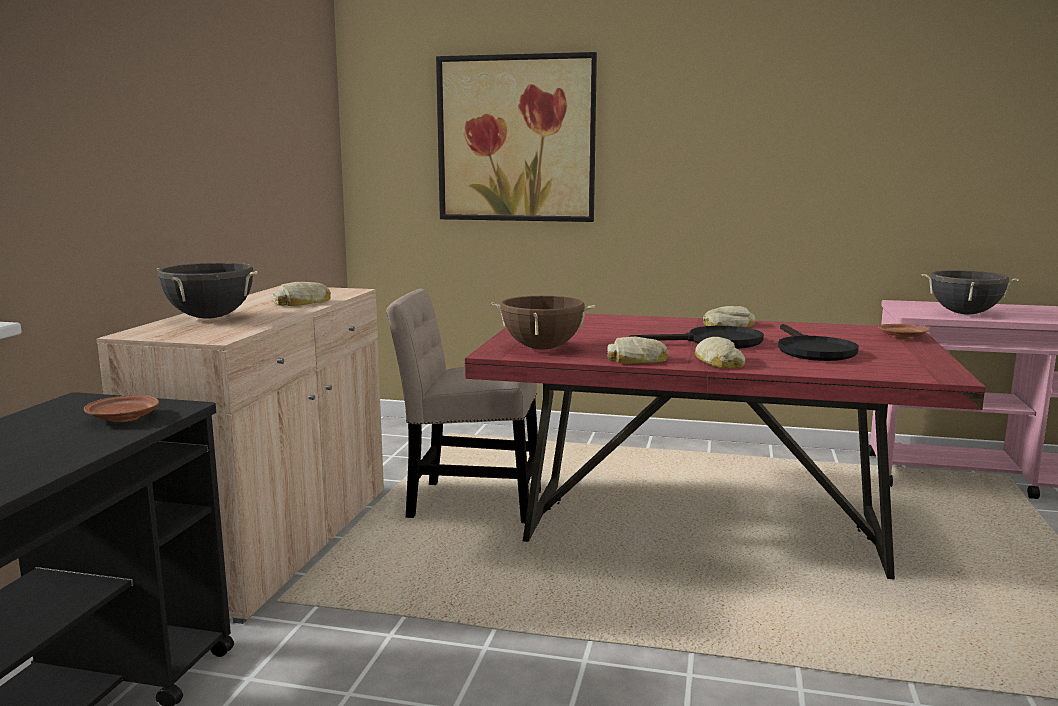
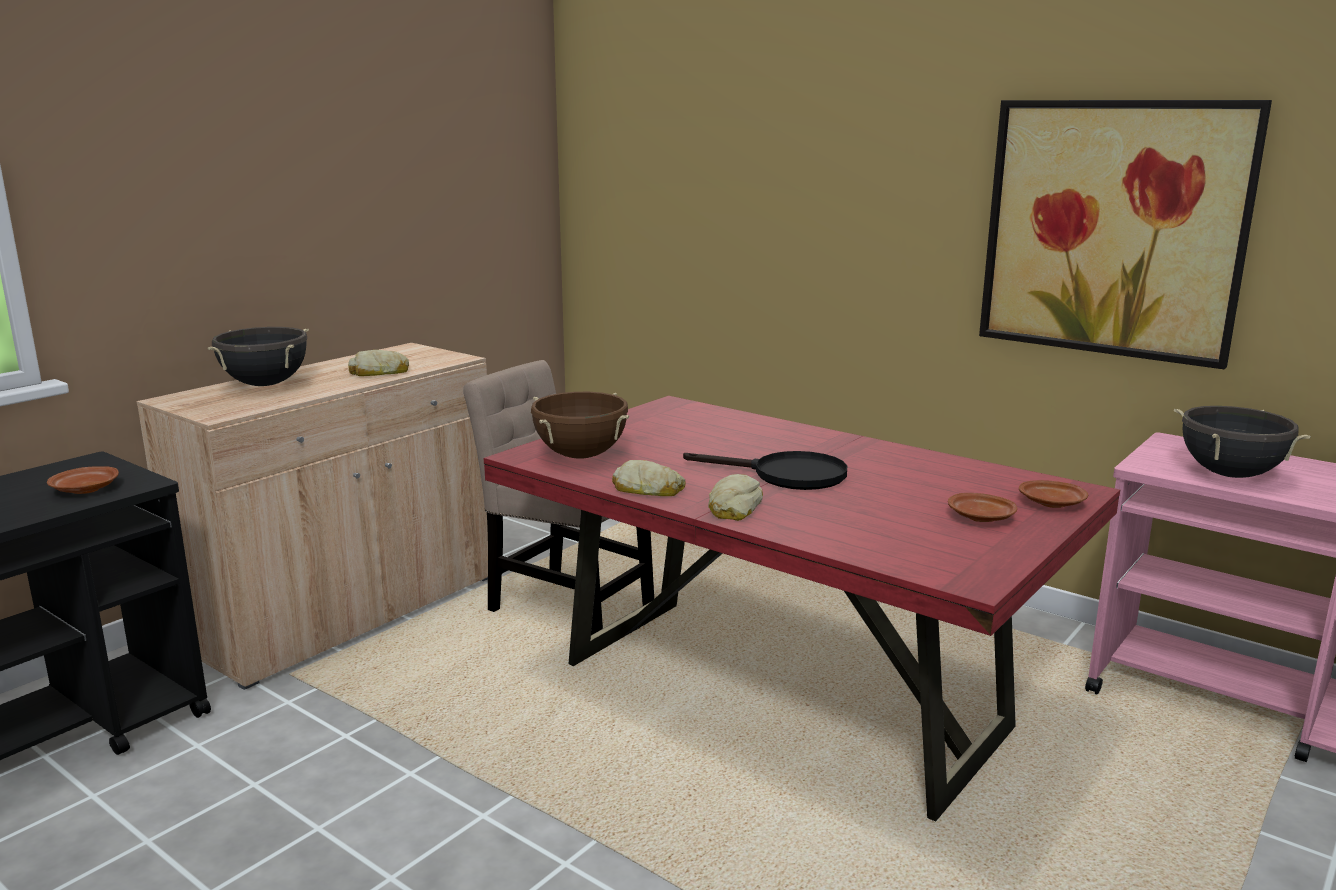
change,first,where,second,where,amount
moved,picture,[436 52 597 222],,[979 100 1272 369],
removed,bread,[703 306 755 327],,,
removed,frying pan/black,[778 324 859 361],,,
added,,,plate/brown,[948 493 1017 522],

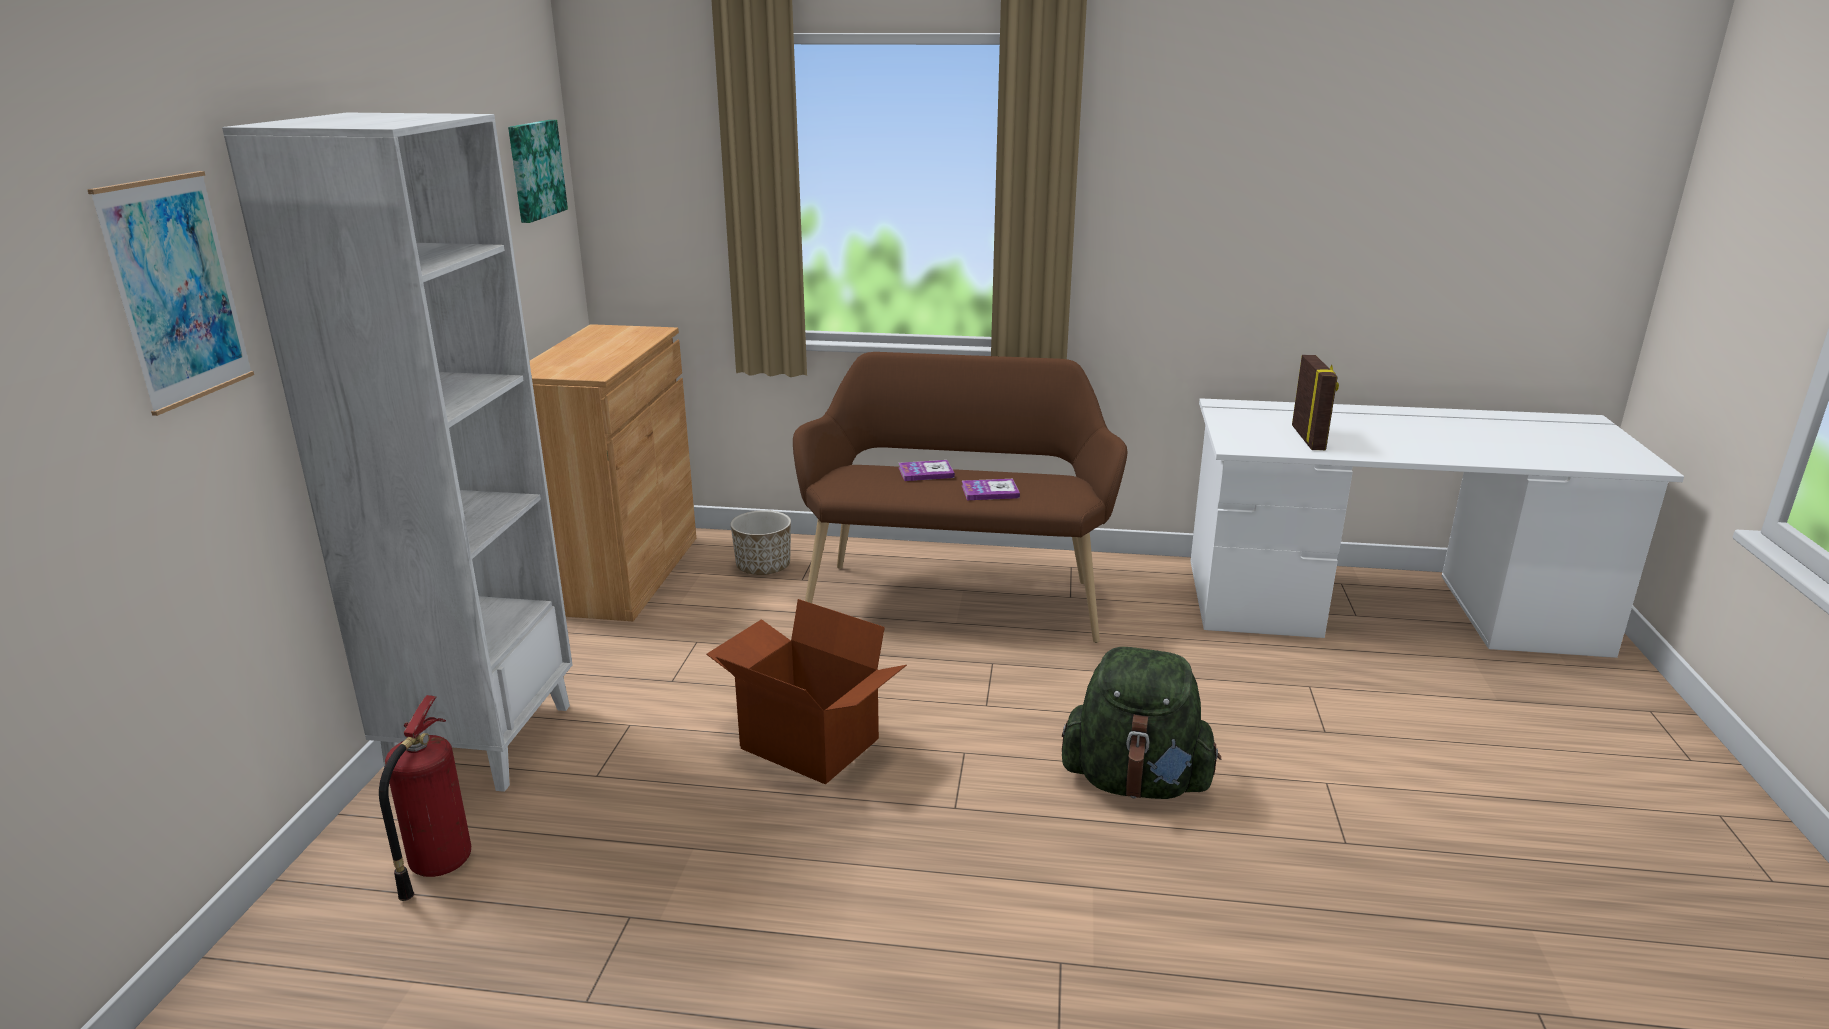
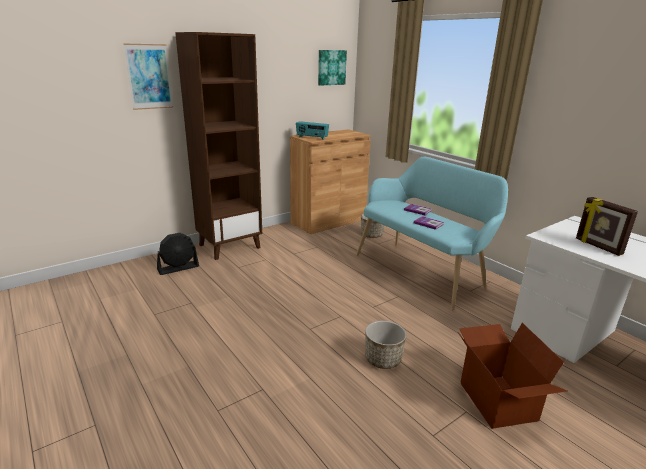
change,first,where,second,where,amount
recoloured,bookcase/white,[222 113 573 792],bookcase/brown,[175 32 262 260],
replaced,fire extinguisher,[379 695 471 901],fan/black,[157 233 199 275],
moved,cardboard box,[706 599 907 785],,[458 323 567 429],
recoloured,bench/brown,[793 352 1128 643],bench/turquoise,[356 156 508 310],
replaced,backpack/green,[1062 647 1221 799],planter,[365 321 406 369],
turned,picture frame,[1292 355 1339 450],,[576 197 638 256],105 degrees clockwise
added,,,radio,[296 121 329 140],

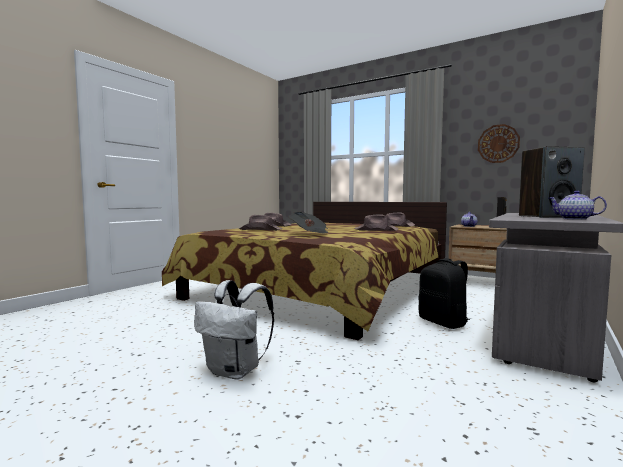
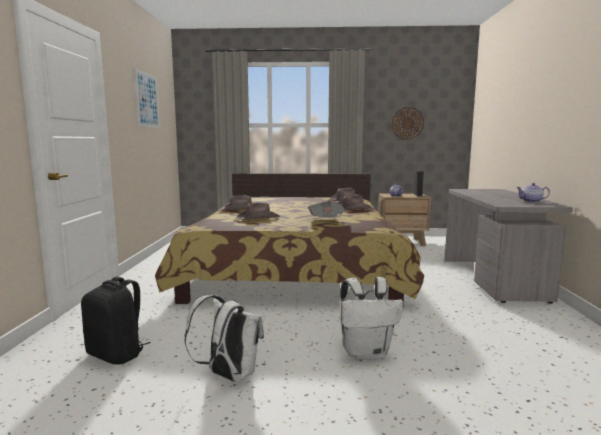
change,first,where,second,where,amount
moved,backpack/black,[418 258 470 329],,[81 277 151 365],
removed,speaker,[519 146 585 218],,,
added,,,picture,[134 69 160 128],
added,,,backpack/white,[184 295 264 382],

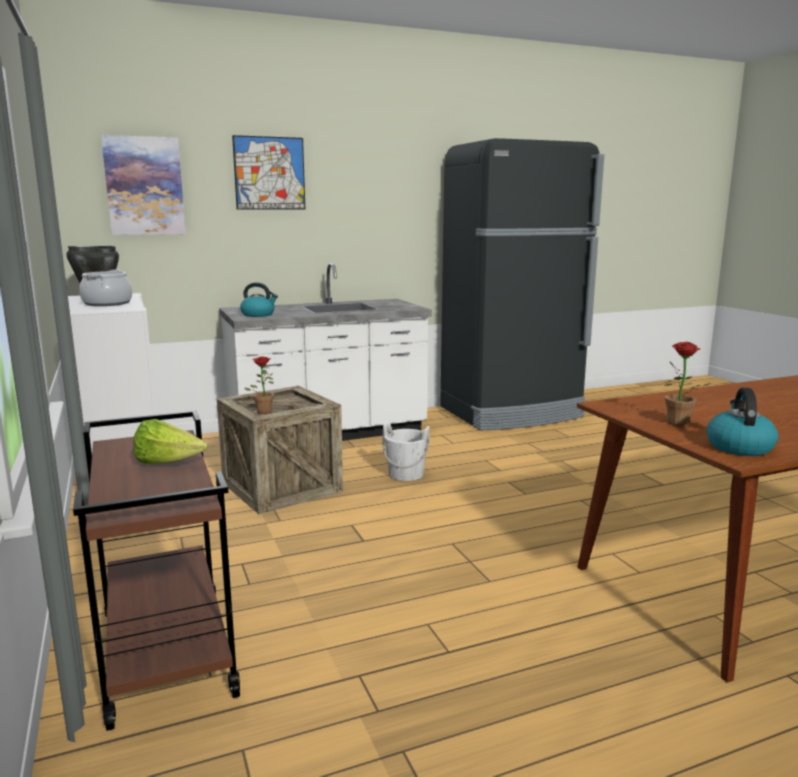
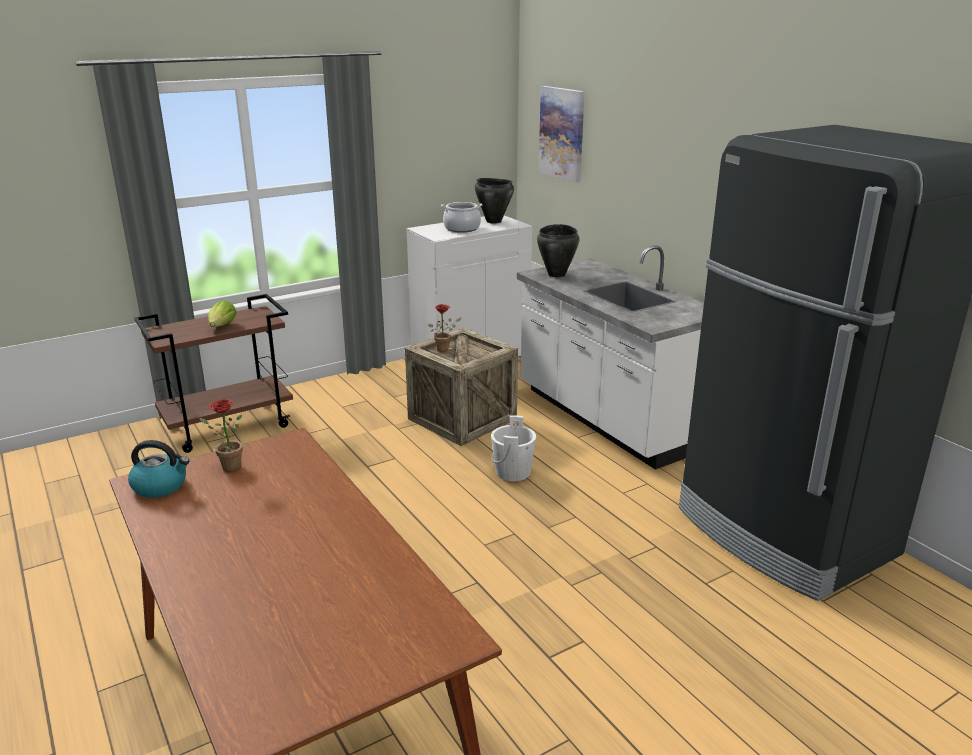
change,first,where,second,where,amount
removed,picture,[232 135 306 210],,,
replaced,kettle,[240 282 278 317],cooking pot/black,[537 224 580 277],

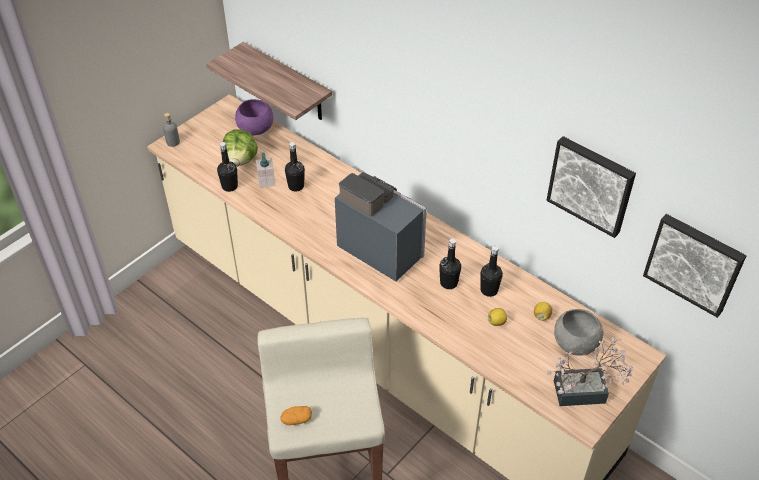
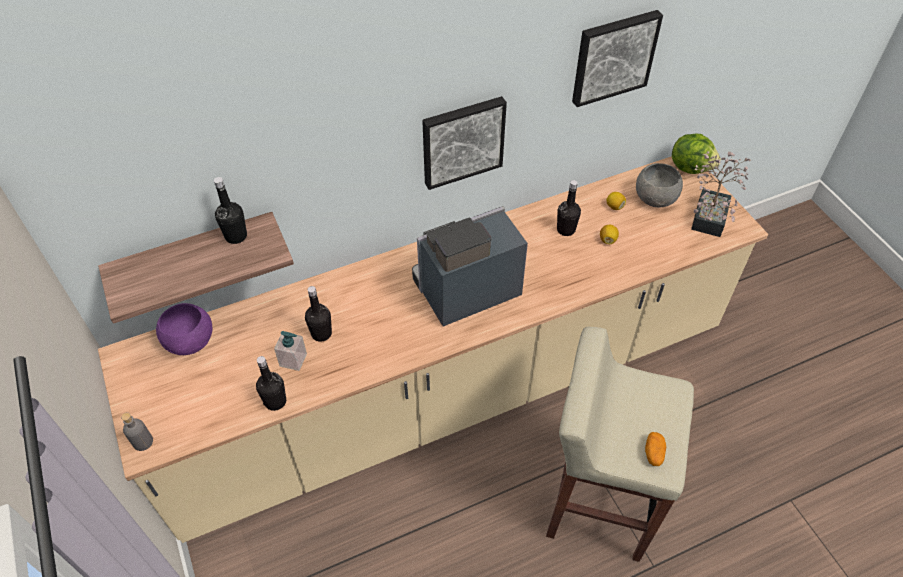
change,first,where,second,where,amount
moved,lettuce,[223 129 258 167],,[672 134 721 174],
moved,bottle/black,[439 238 461 289],,[214 177 247 244],
moved,picture,[643 214 746 318],,[422 96 507 190],

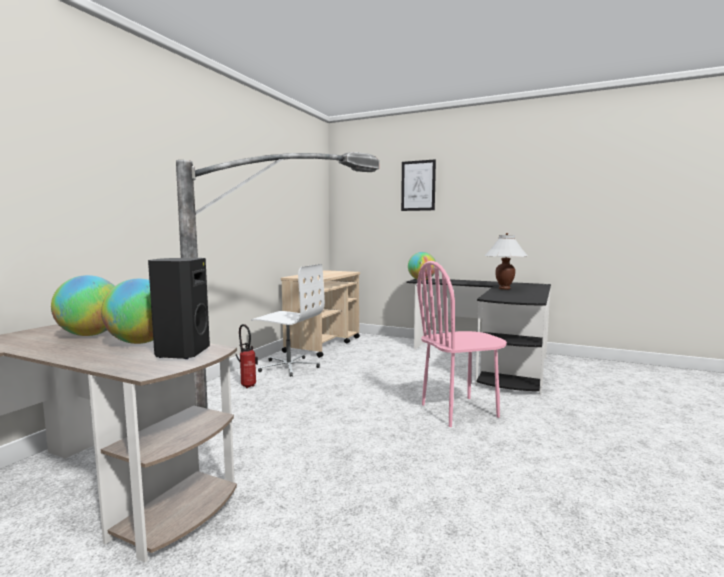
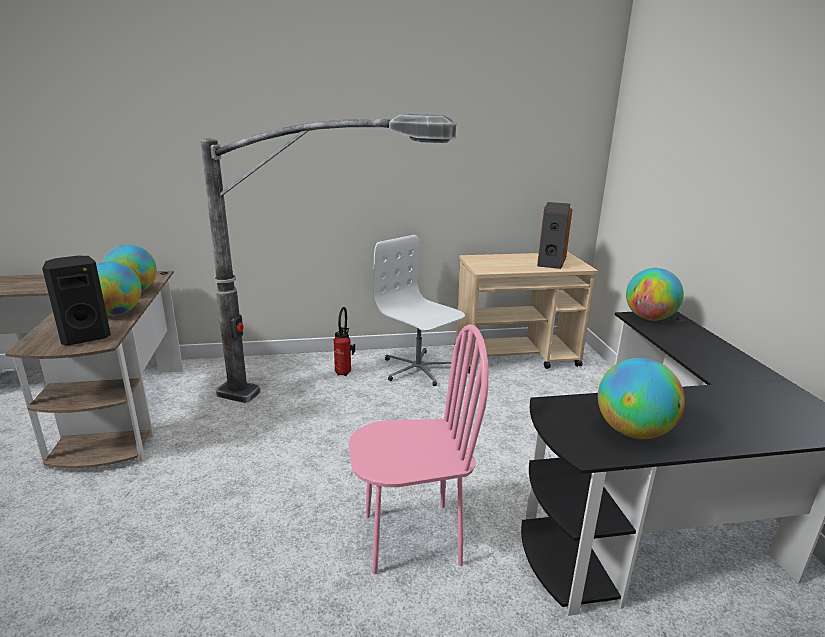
change,first,where,second,where,amount
turned,office chair/white,[251 264 325 377],,[373 235 465 386],150 degrees clockwise
removed,picture,[401 159 436 211],,,
turned,chair/pink,[417 261 507 427],,[349 324 489 574],135 degrees clockwise
removed,table lamp/white,[485 233 528 290],,,
added,,,speaker,[537 202 572 269],
added,,,globe,[598 358 685 439],

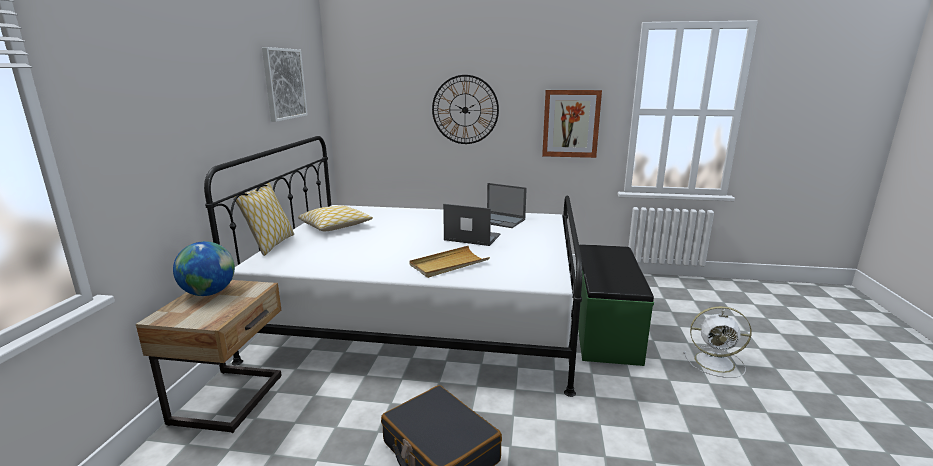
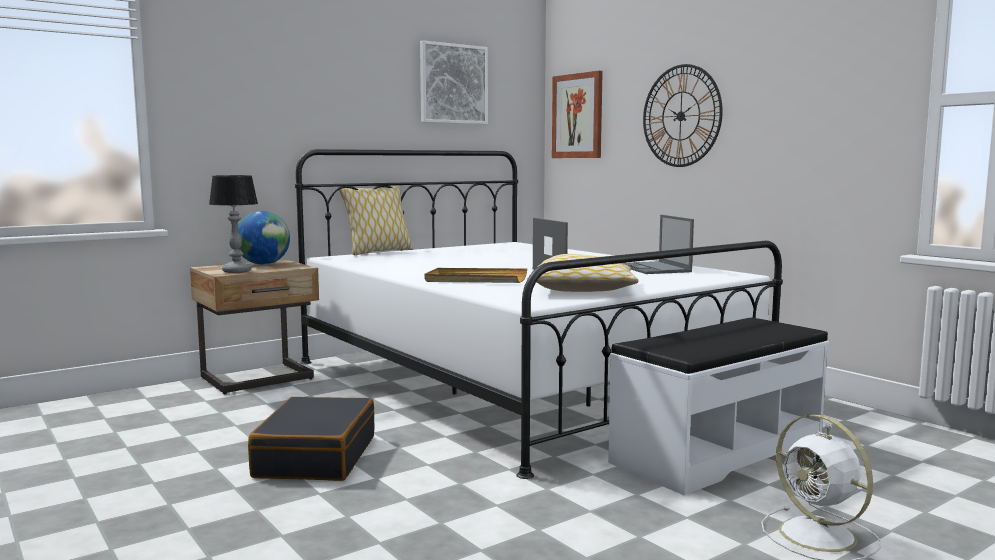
change,first,where,second,where,amount
moved,pillow,[298 206 373 231],,[537 254 639 292],
moved,picture,[542 90 602 158],,[552 71 603 158],
recoloured,bench/green,[578 245 654 366],bench/white,[608 318 829 496],
added,,,table lamp,[209 175 258 273],

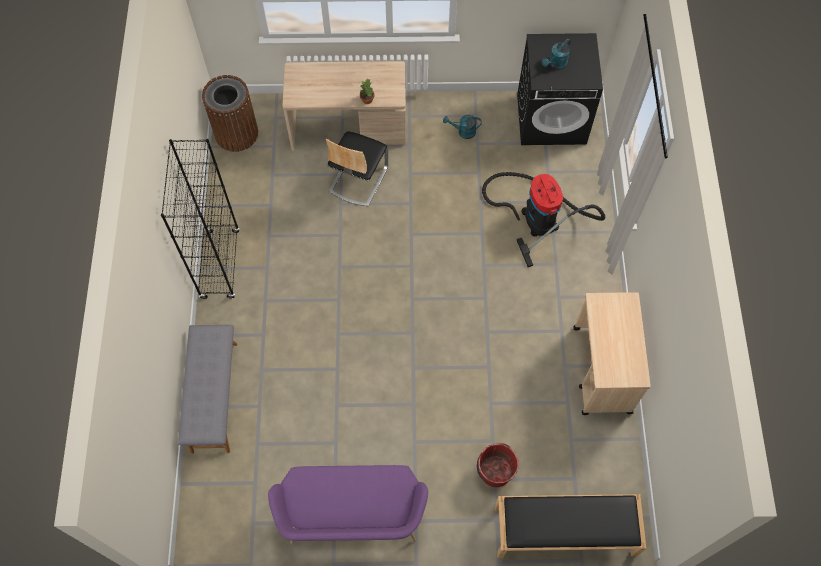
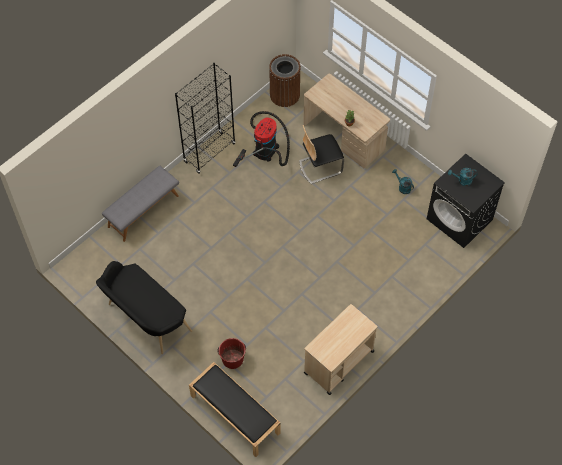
change,first,where,second,where,amount
recoloured,bench/purple,[268 465 428 544],bench/black,[96 261 192 354],
moved,vacuum cleaner,[482 172 605 267],,[233 111 290 167],

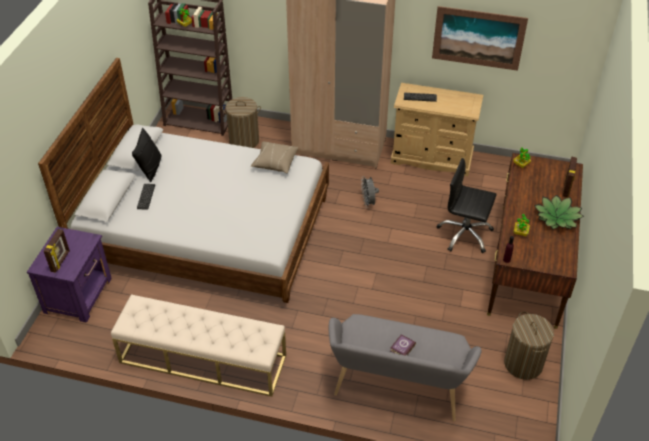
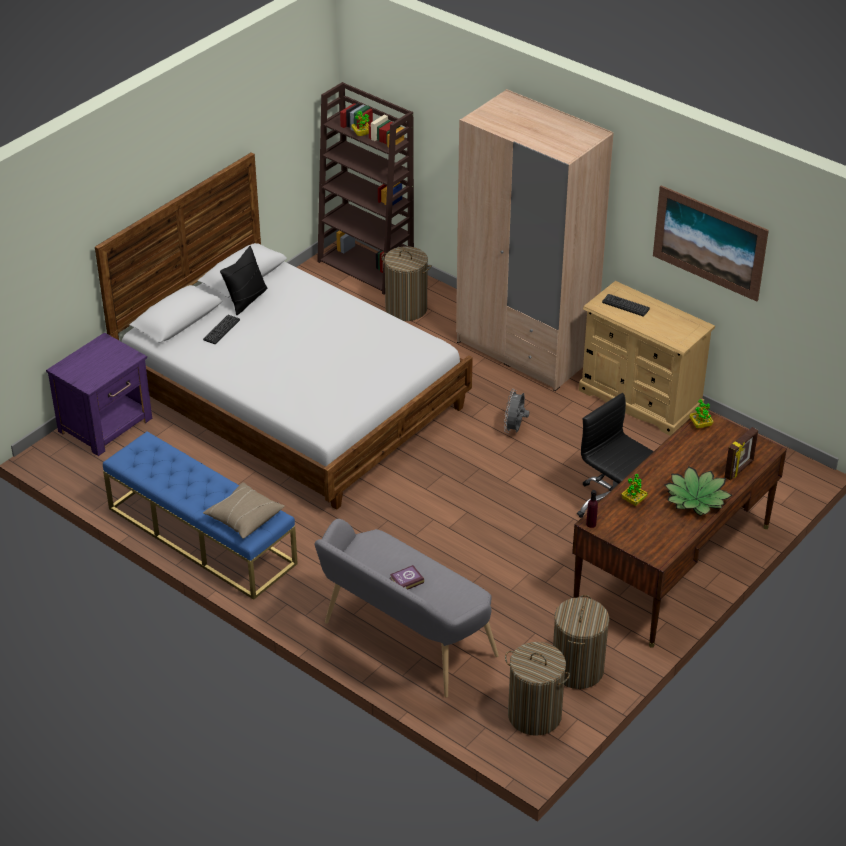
change,first,where,second,where,amount
removed,picture frame,[44 229 70 273],,,
recoloured,bench/beige,[111 294 286 397],bench/blue,[103 431 298 600],
moved,pillow/beige,[251 141 298 173],,[203 482 285 539],
added,,,laundry basket,[505 642 570 736],

